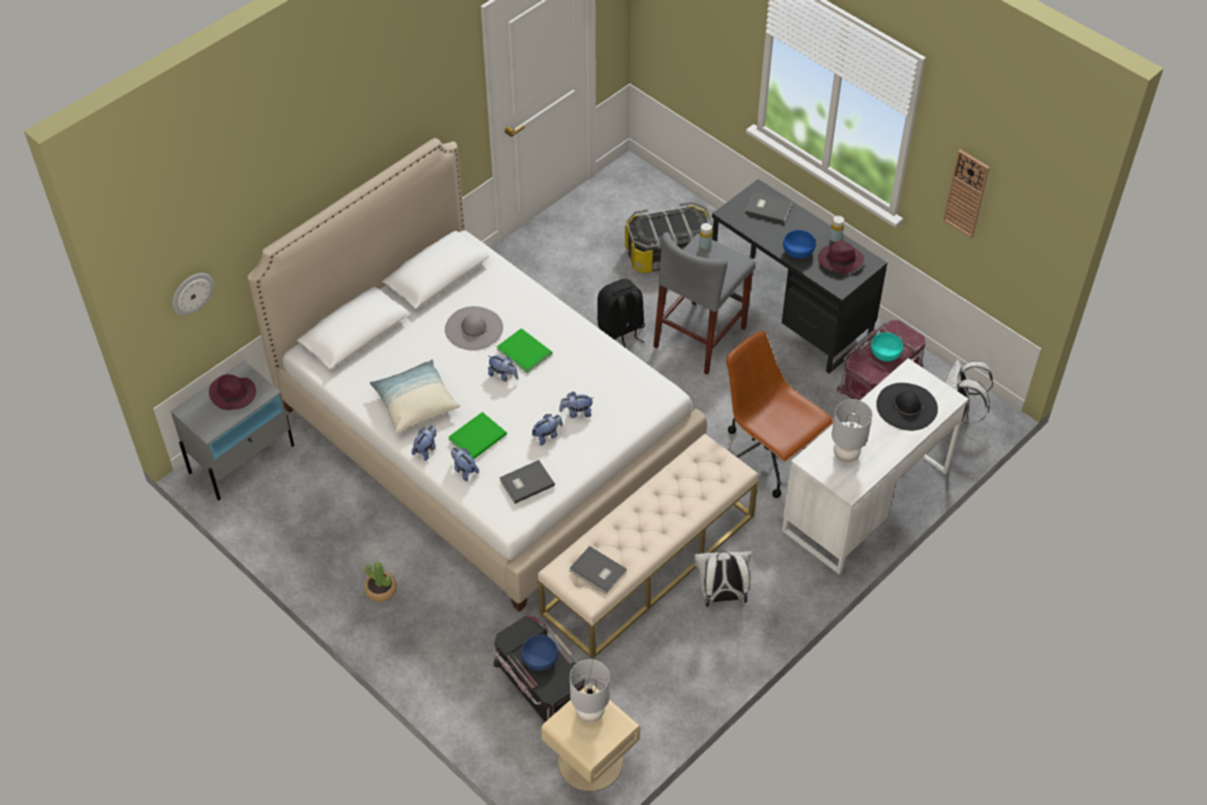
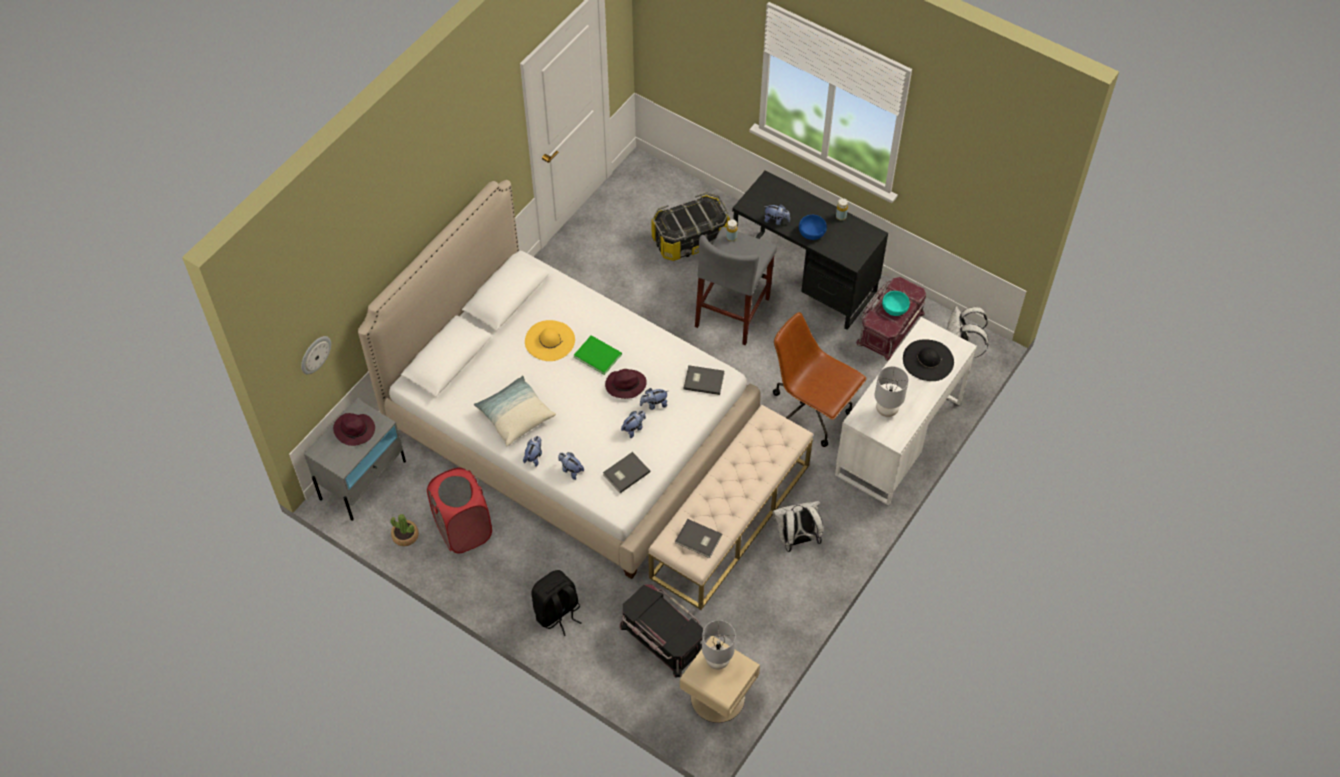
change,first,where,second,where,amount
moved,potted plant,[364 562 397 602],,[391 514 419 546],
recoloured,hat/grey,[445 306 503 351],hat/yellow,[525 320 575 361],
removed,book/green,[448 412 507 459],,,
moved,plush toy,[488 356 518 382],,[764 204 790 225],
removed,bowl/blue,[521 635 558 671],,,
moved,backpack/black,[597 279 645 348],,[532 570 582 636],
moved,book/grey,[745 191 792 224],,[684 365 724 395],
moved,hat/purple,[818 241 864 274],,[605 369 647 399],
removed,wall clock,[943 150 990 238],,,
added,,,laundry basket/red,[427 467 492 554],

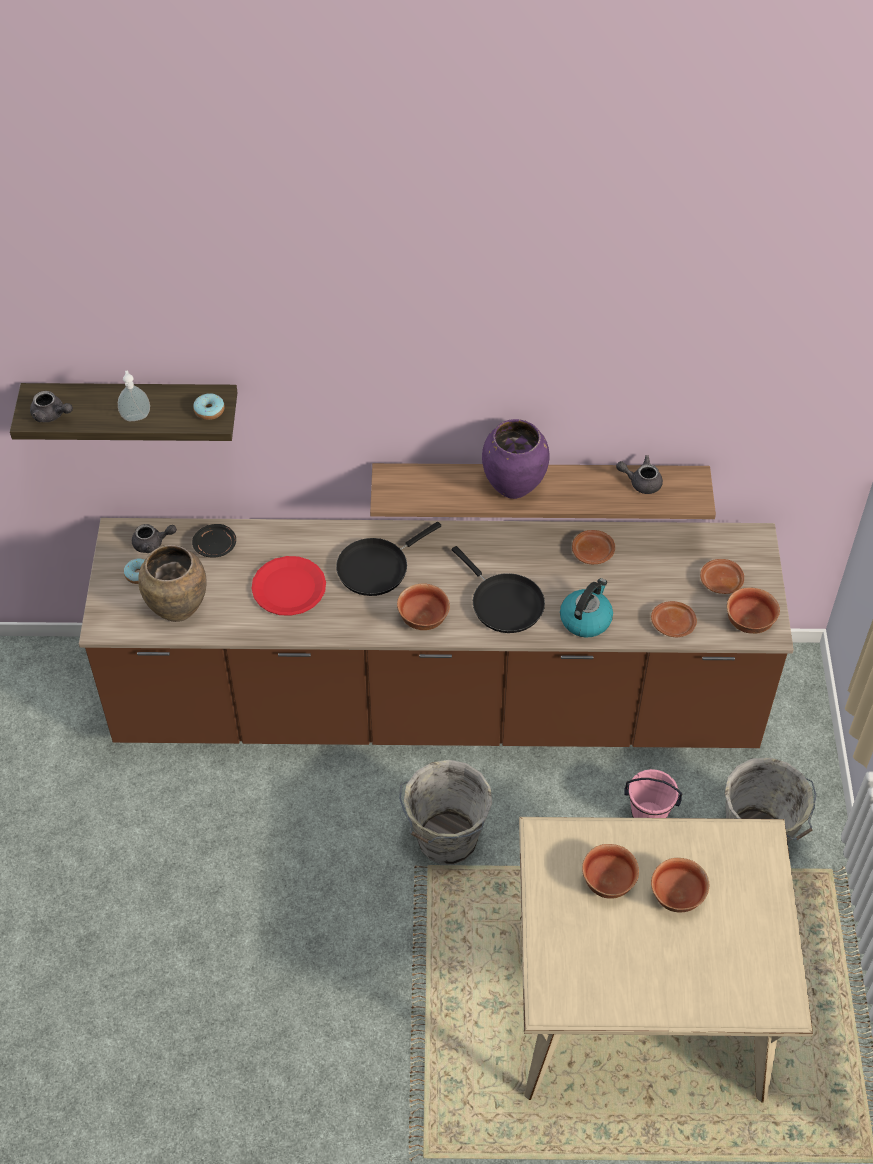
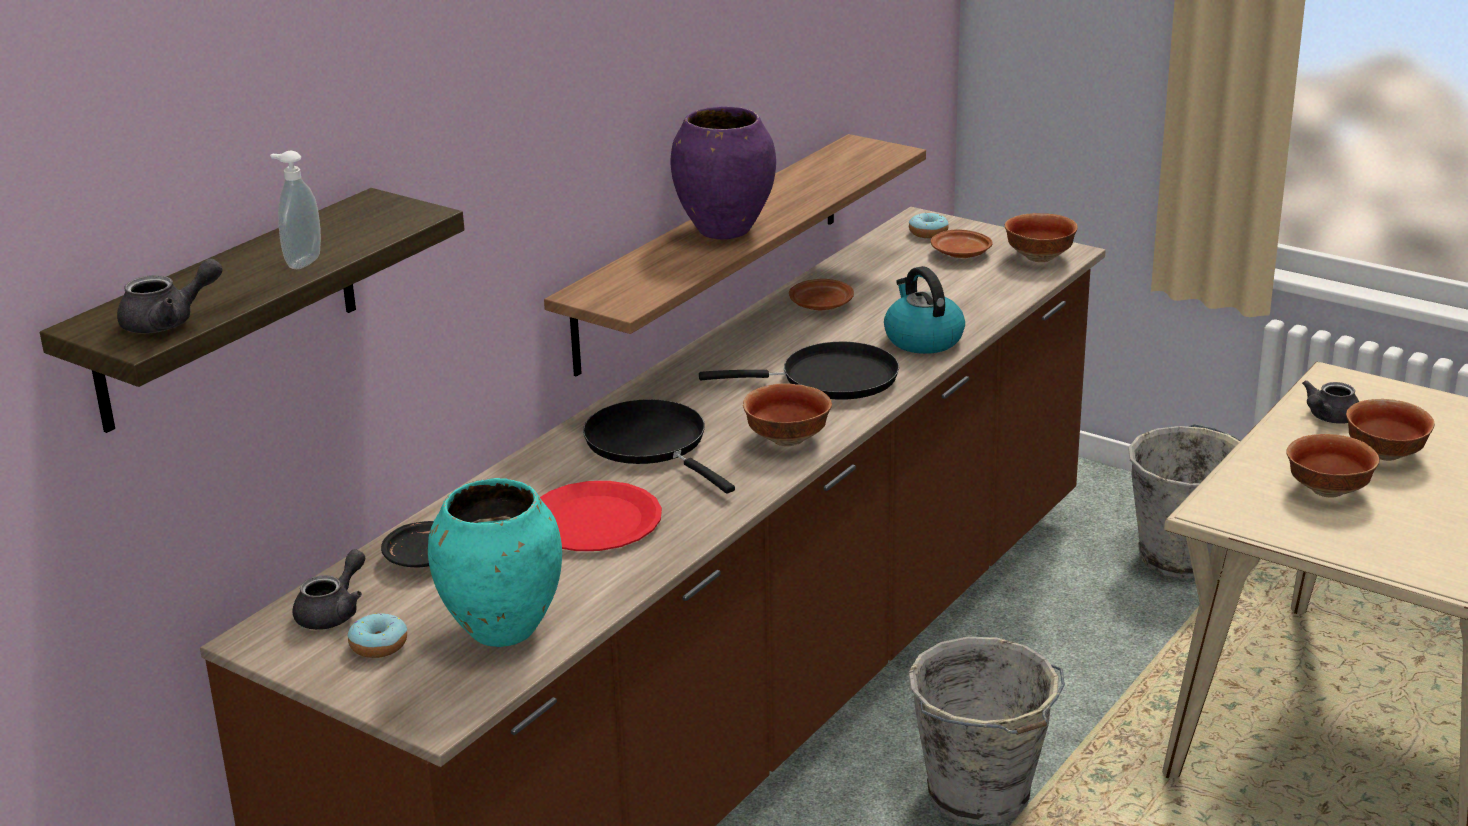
change,first,where,second,where,amount
recoloured,vase/brown,[138 545 207 622],vase/turquoise,[428 478 562 647],
moved,donut,[193 393 225 420],,[909 213 949 238],
turned,frying pan/black,[336 522 441 596],,[583 399 735 493],150 degrees clockwise
moved,teapot/grey,[616 455 663 494],,[1302 380 1359 424],
removed,bucket/pink,[624 769 682 818],,,
removed,plate/brown,[651 601 697 637],,,

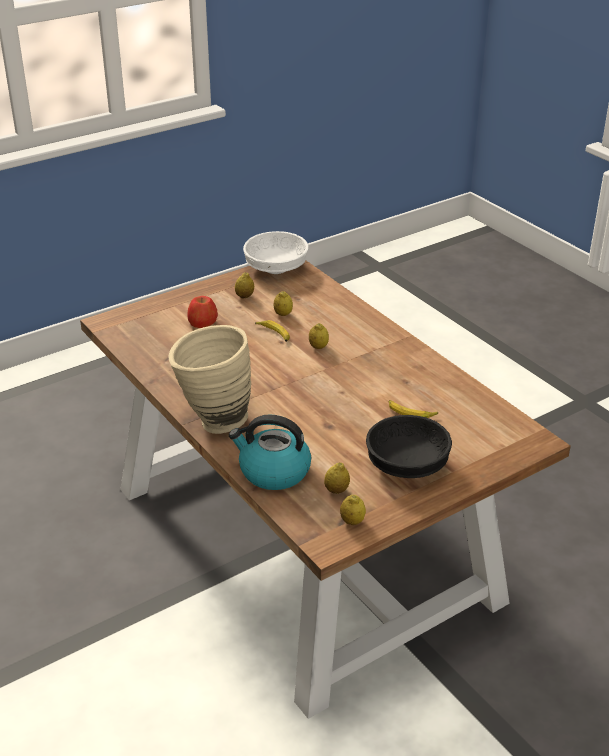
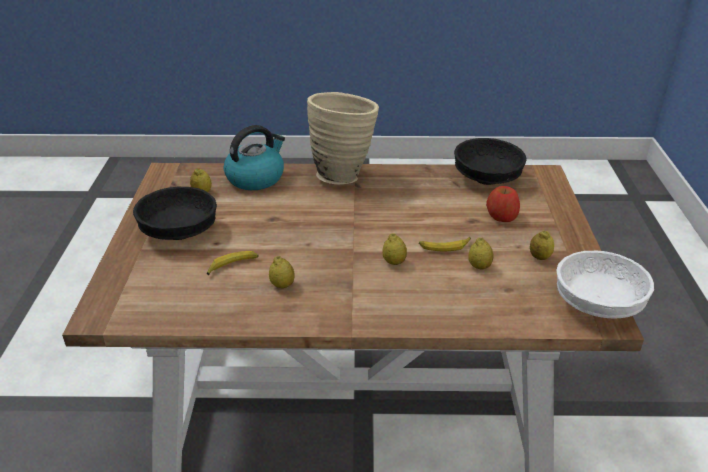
change,first,where,second,where,amount
moved,lemon,[340 495 366 525],,[269 256 295 288],
added,,,bowl/black,[454 138 527 185],

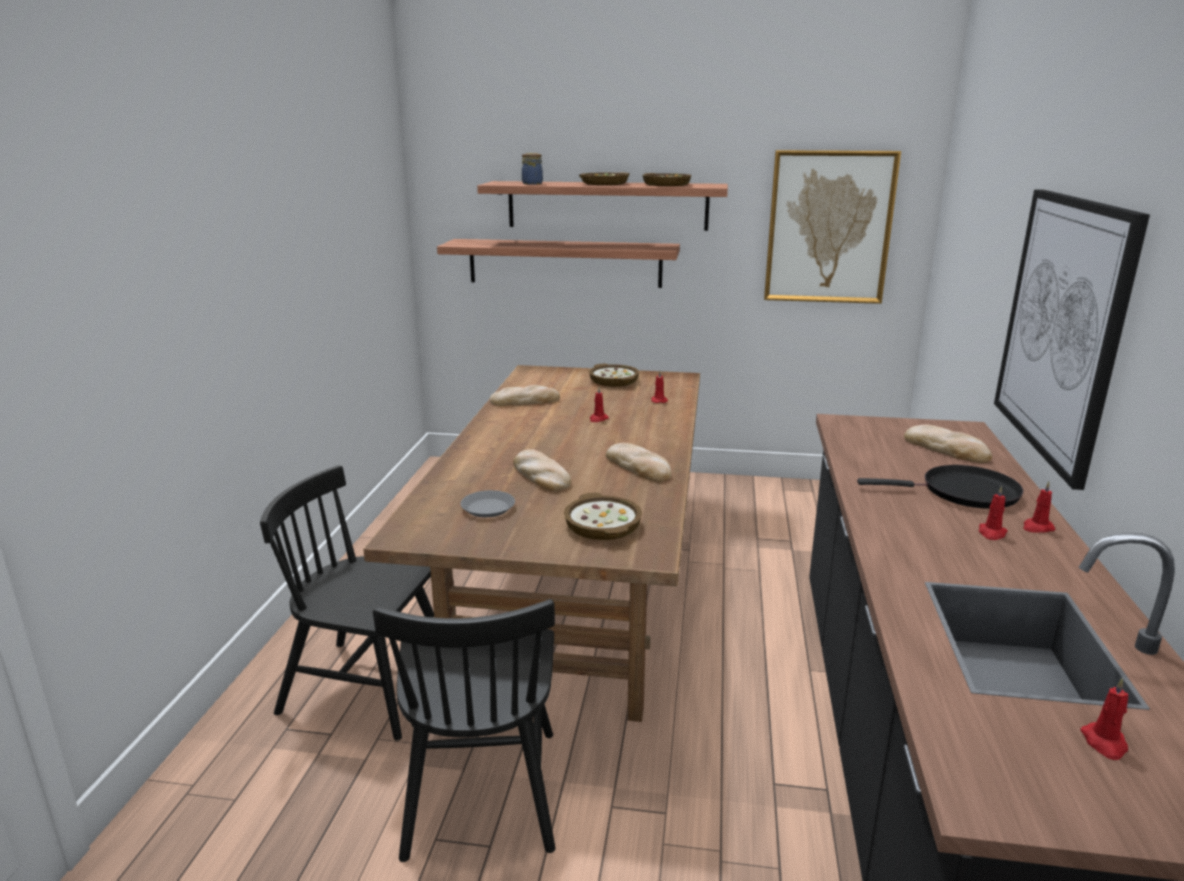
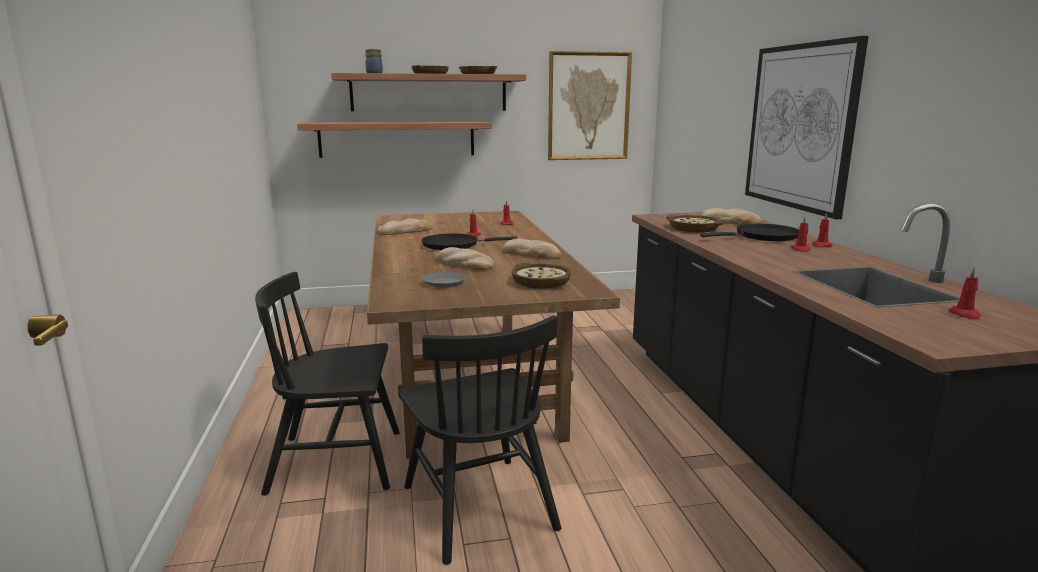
change,first,where,second,where,amount
moved,bowl,[589 363 639 387],,[666 215 724 233],
added,,,frying pan/black,[422 233 518 250],

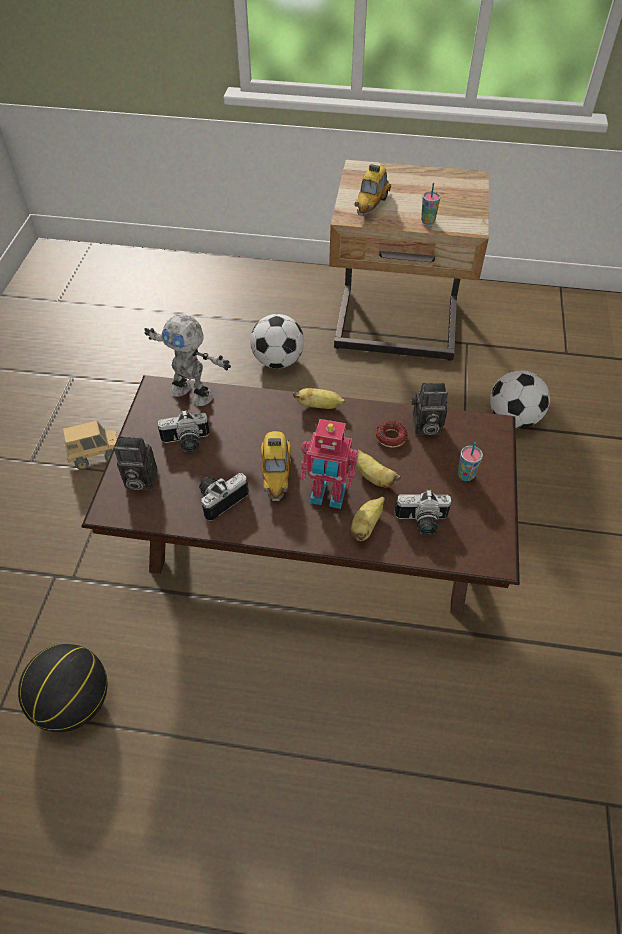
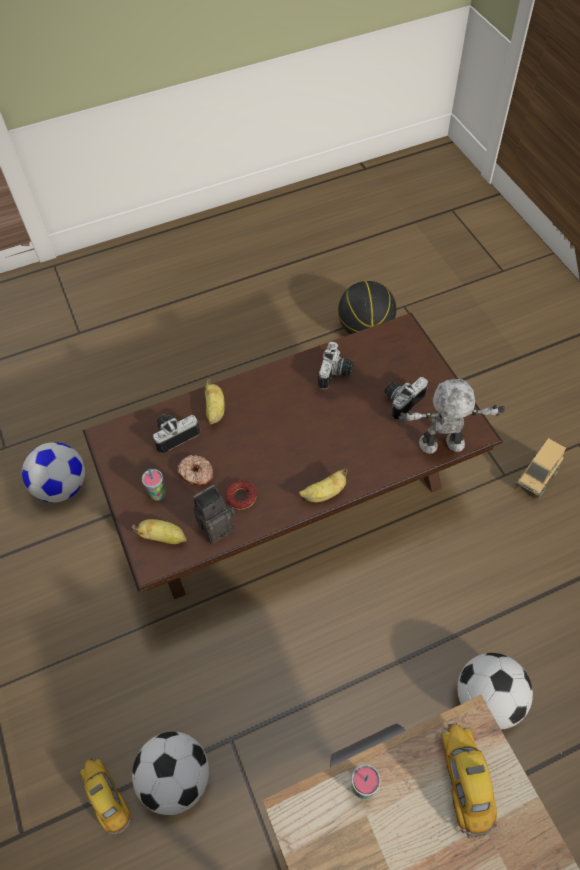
change,first,where,second,where,amount
removed,photo camera,[114 437 157 490],,,
moved,toy car,[261 431 291 501],,[80 758 132 837],
removed,toy robot,[301 419 358 509],,,
moved,banana,[356 450 401 488],,[132 519 187 544],
added,,,football,[22 442 85 502],
added,,,donut,[177 455 213 485],

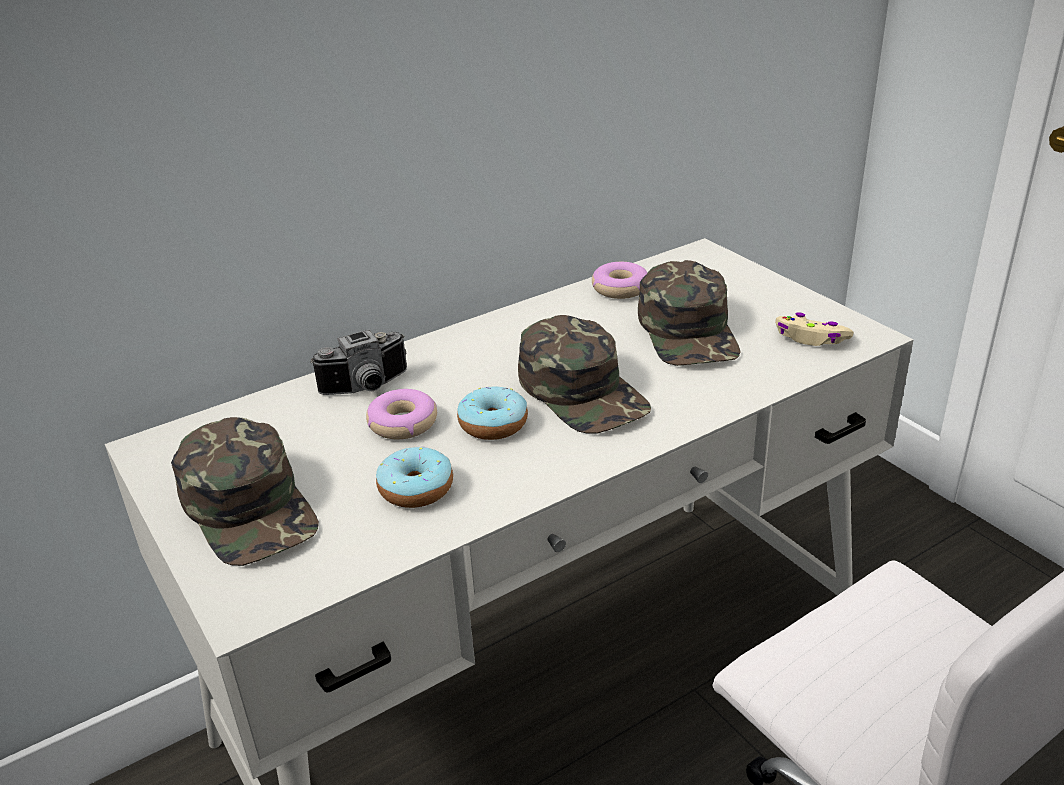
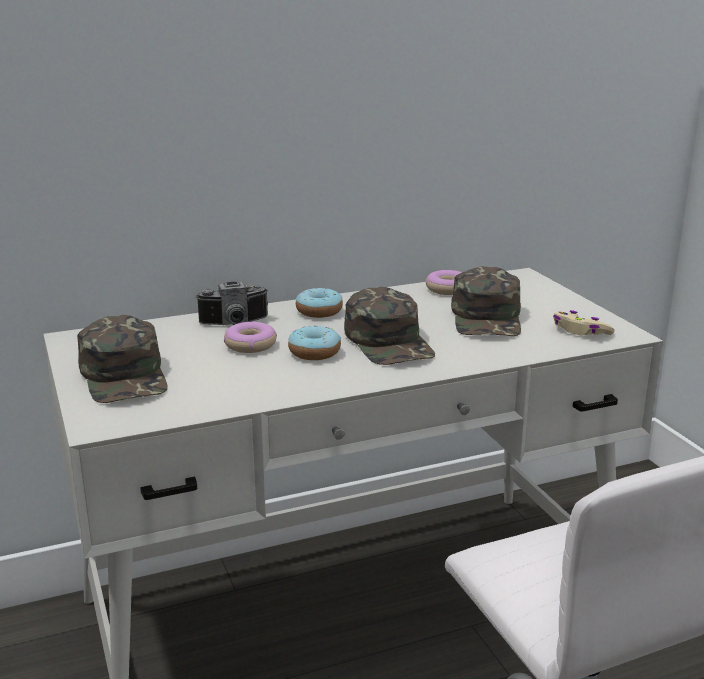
change,first,where,second,where,amount
moved,donut,[376 446 453 508],,[296 288 343 318],

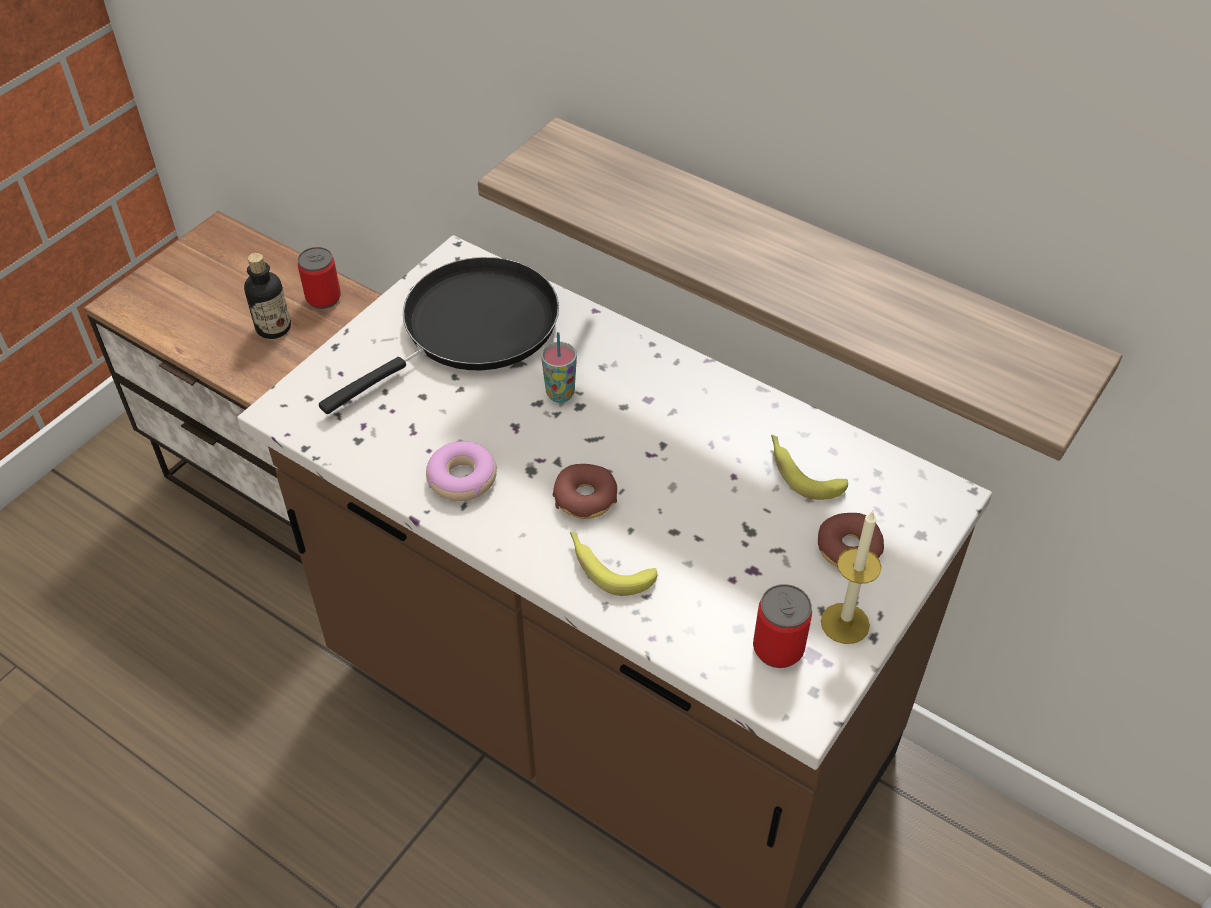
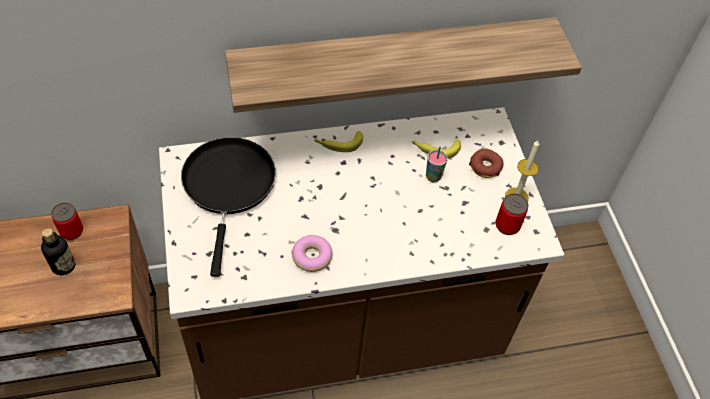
change,first,where,second,where,amount
moved,cup,[541 332 577 403],,[426 147 448 182],
removed,donut,[553 464 617 519],,,
moved,banana,[570 532 657 596],,[314 131 363 152],

